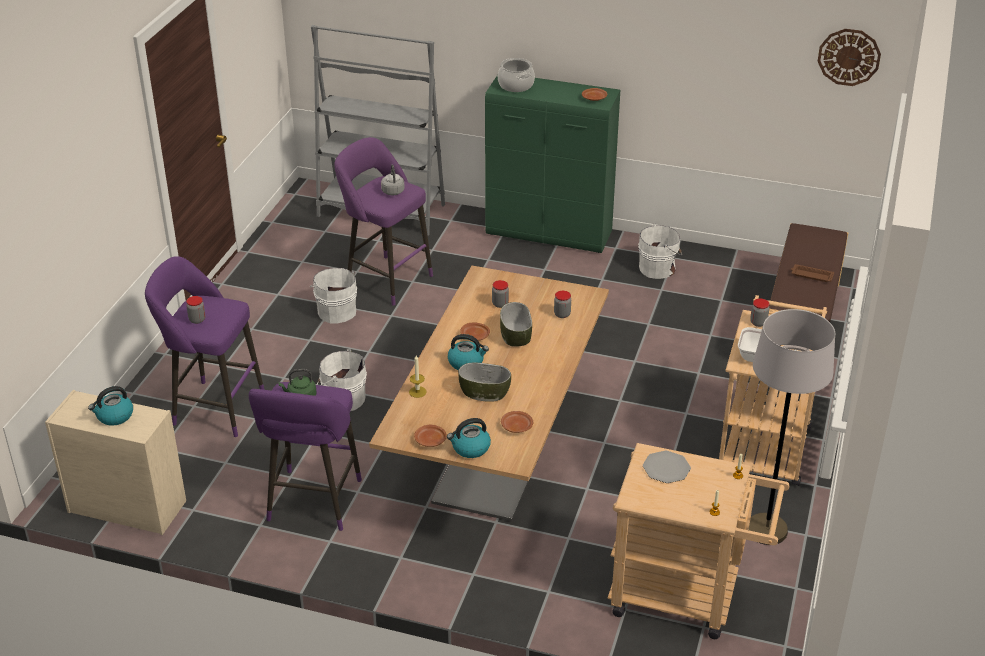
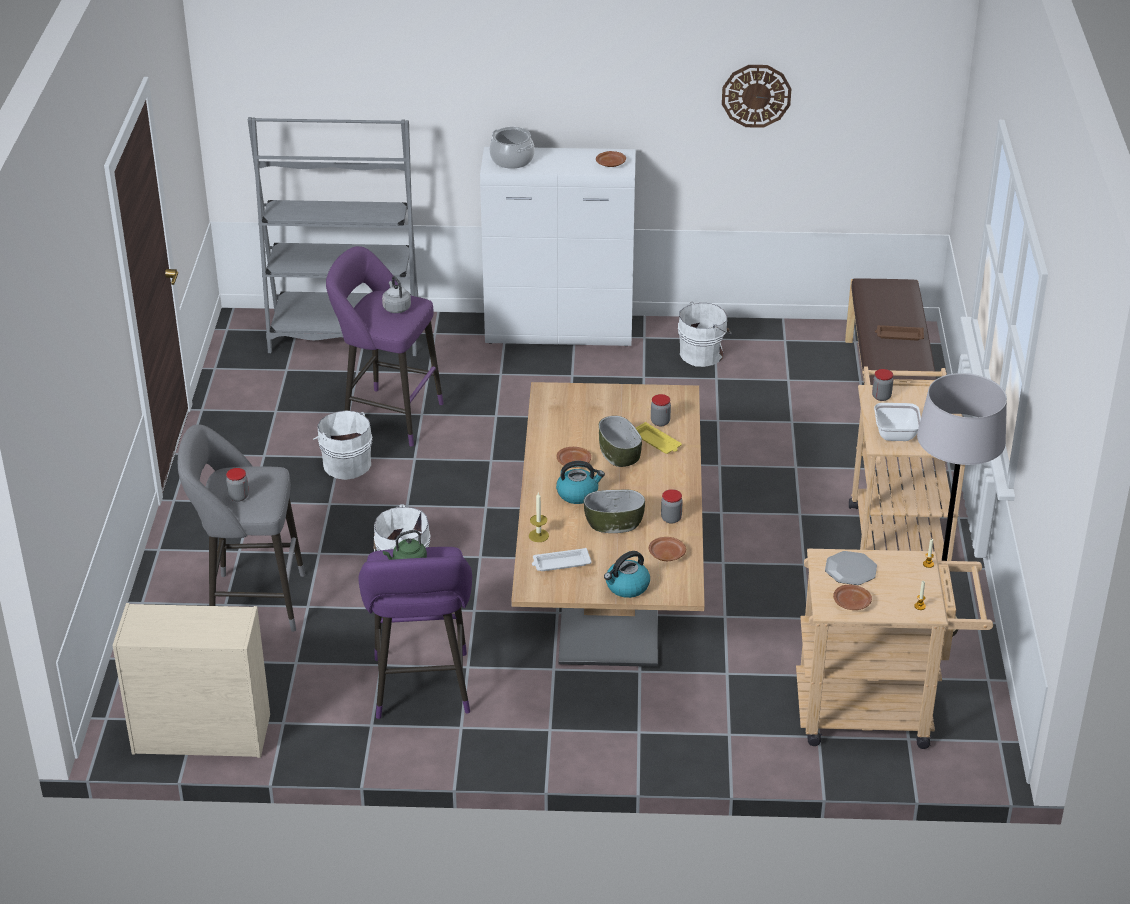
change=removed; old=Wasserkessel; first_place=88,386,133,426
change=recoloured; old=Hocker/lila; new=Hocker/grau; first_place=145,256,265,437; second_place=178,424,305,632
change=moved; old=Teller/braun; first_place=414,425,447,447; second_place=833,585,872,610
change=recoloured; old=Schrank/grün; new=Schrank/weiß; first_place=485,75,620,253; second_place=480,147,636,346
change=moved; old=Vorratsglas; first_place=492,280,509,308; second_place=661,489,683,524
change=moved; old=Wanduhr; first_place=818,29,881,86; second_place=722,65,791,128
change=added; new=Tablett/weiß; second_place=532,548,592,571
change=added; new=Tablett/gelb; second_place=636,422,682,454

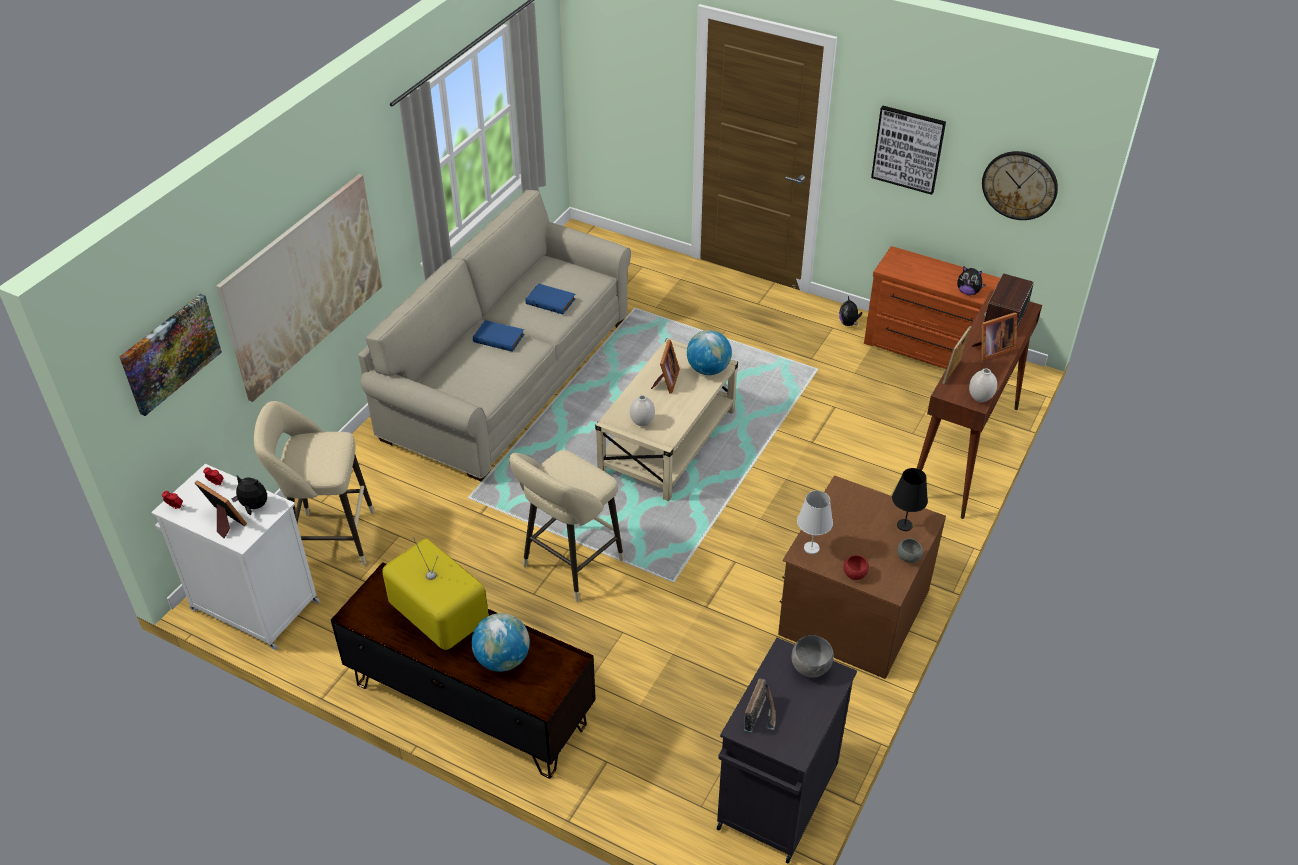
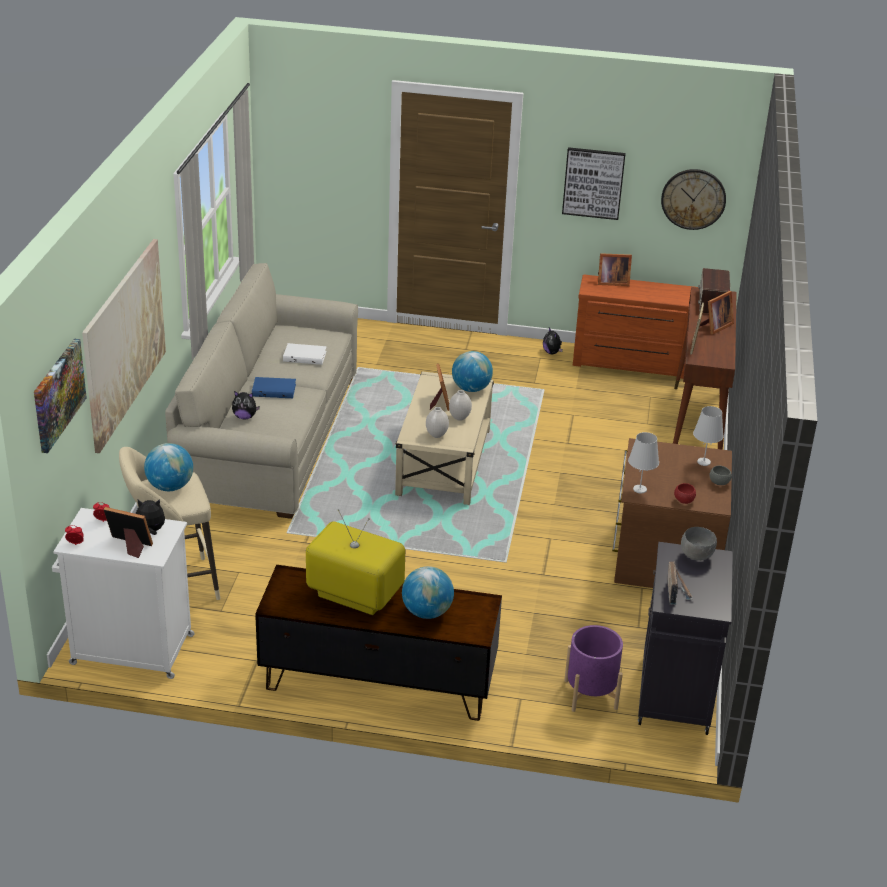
change=removed; old=Hocker/beige; first_place=509,450,624,602
change=recoloured; old=Buch/blau; new=Buch/weiß; first_place=525,283,576,314; second_place=283,343,327,365
change=recoloured; old=Tischlampe/schwarz; new=Tischlampe/weiß; first_place=892,468,928,531; second_place=693,406,724,466
change=moved; old=Plüschtier; first_place=957,266,986,295; second_place=232,391,260,420
change=moved; old=Vase/weiß; first_place=969,368,997,402; second_place=449,390,472,421
change=added; new=Globus; second_place=144,443,193,491
change=added; new=Pflanzkübel/lila; second_place=564,625,623,712
change=added; new=Bilderrahmen; second_place=598,253,632,286

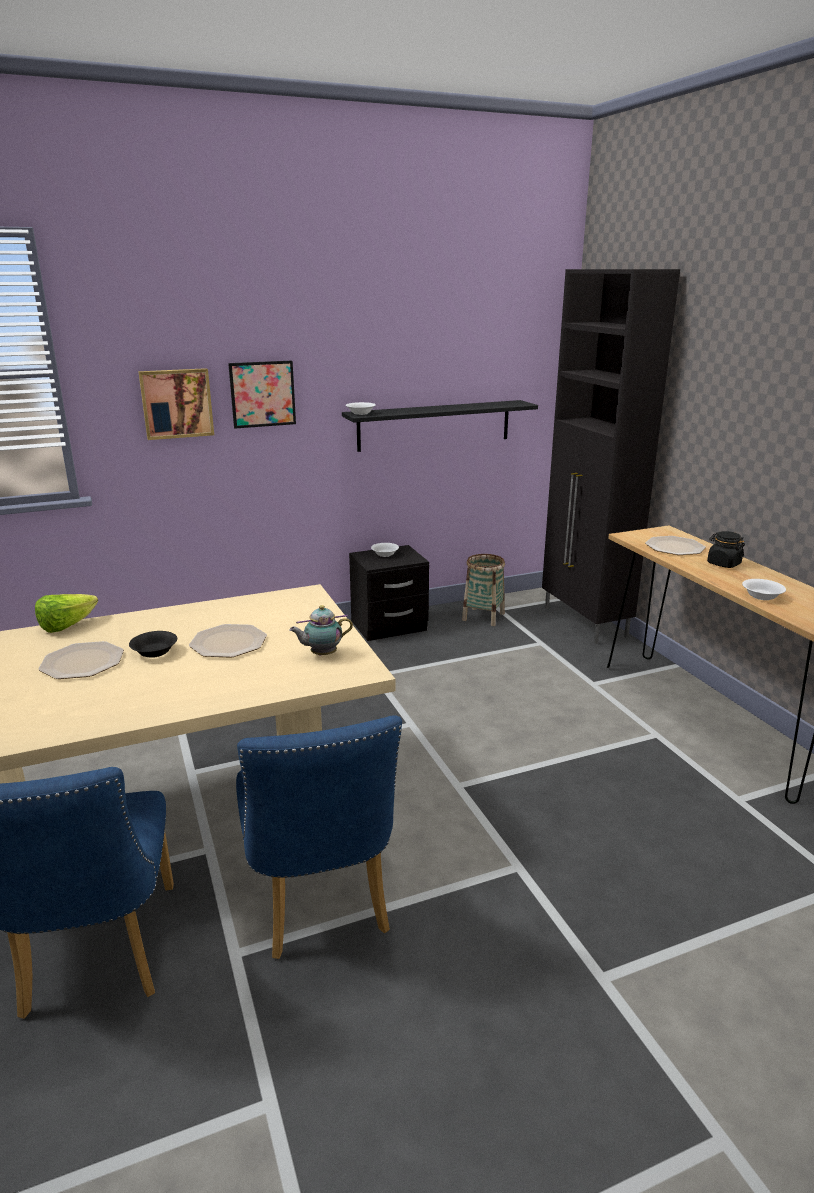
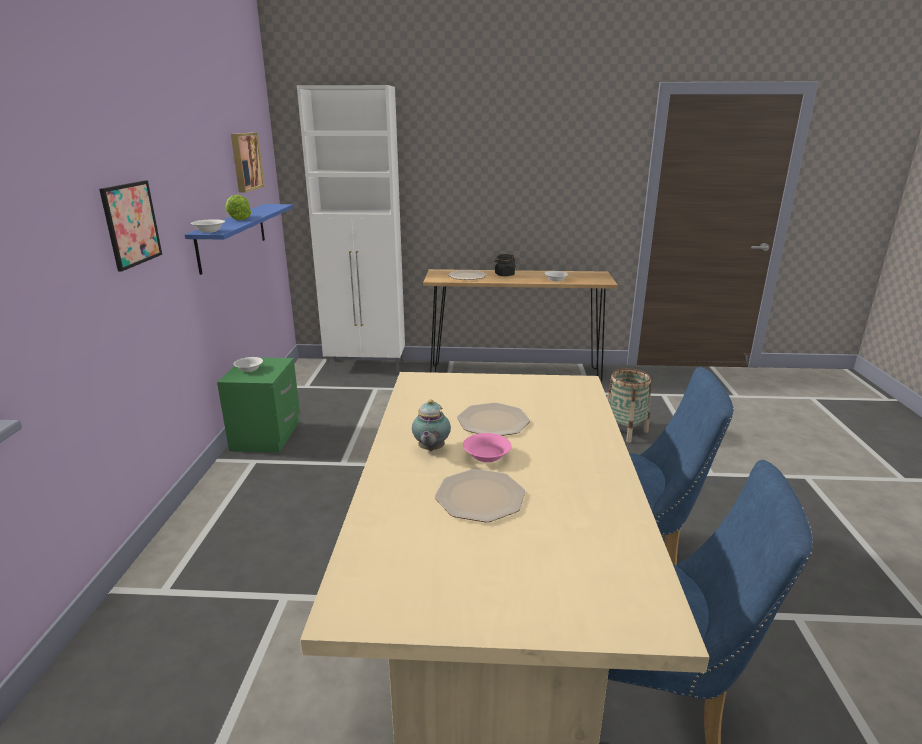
change=moved; old=Salatkopf; first_place=35,594,98,633; second_place=225,195,251,220
change=recoloured; old=Schüssel/schwarz; new=Schüssel/rosa; first_place=129,631,177,658; second_place=463,433,511,462
change=moved; old=Bild; first_place=138,368,214,440; second_place=231,133,265,193
change=moved; old=Teekanne; first_place=289,605,353,656; second_place=412,400,451,451
change=recoloured; old=Wandregal/schwarz; new=Wandregal/blau; first_place=342,400,538,452; second_place=185,204,294,275
change=recoloured; old=Nachttisch/schwarz; new=Nachttisch/grün; first_place=349,545,429,641; second_place=217,357,300,453
change=moved; old=Korb; first_place=462,554,505,626; second_place=607,369,651,443
change=recoloured; old=Schrank/schwarz; new=Schrank/weiß; first_place=542,269,680,644; second_place=297,85,405,373

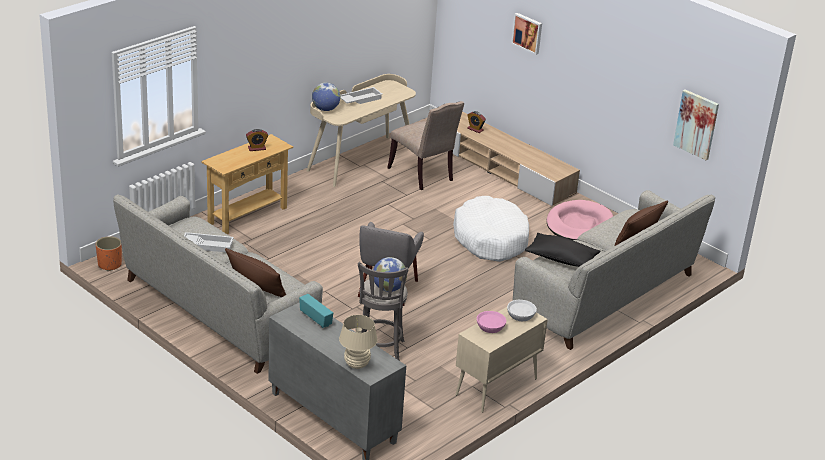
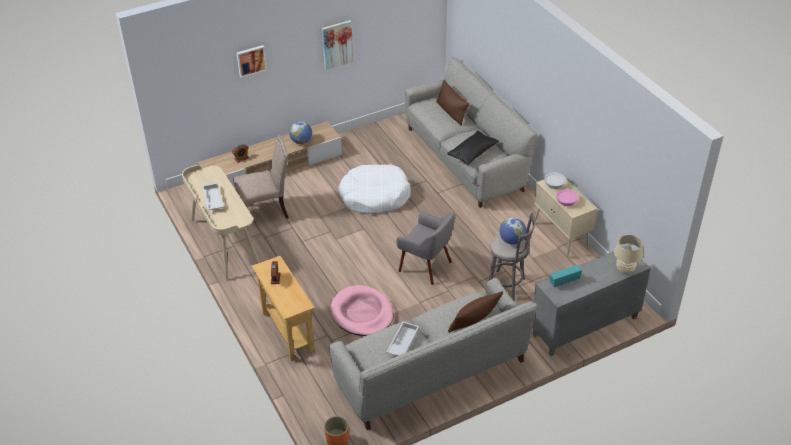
change=moved; old=Globus; first_place=312,83,341,111; second_place=289,121,312,144
change=moved; old=Hundebett/rosa; first_place=547,200,613,240; second_place=331,285,394,336
change=moved; old=Bild; first_place=673,90,719,160; second_place=322,20,353,70

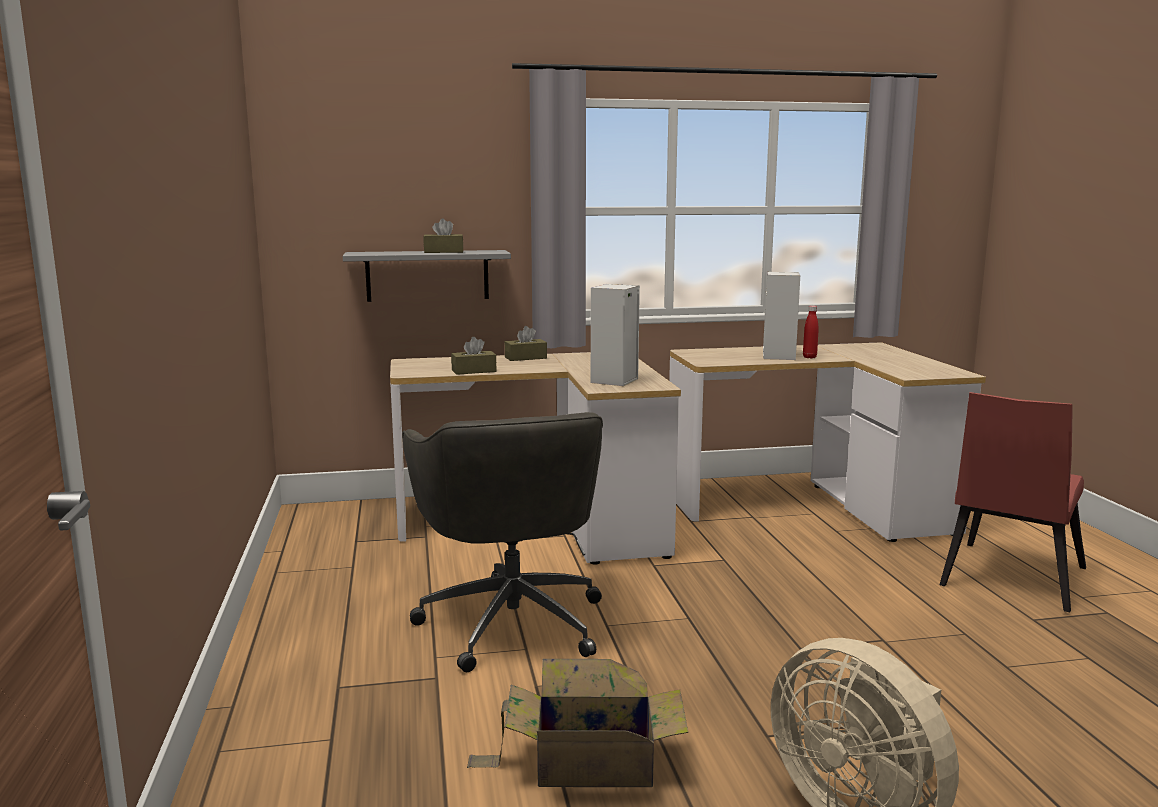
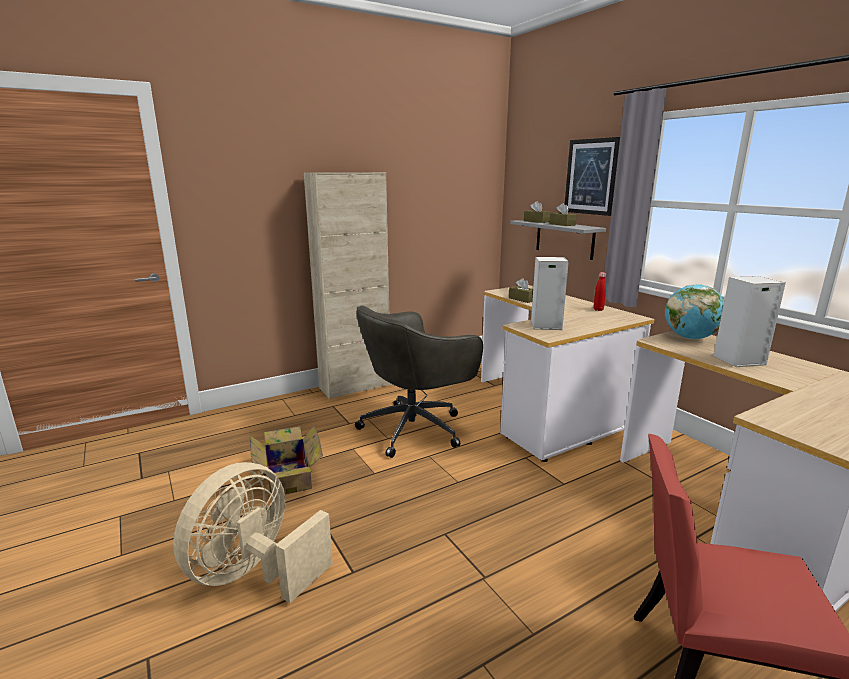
change=moved; old=Taschentuchbox/braun; first_place=505,326,547,361; second_place=524,201,550,223
change=moved; old=Flasche/rot; first_place=803,305,819,358; second_place=594,272,606,311
change=added; new=Schrank/beige; second_place=304,172,391,399
change=added; new=Bild; second_place=565,137,620,216
change=added; new=Globus; second_place=665,284,724,339

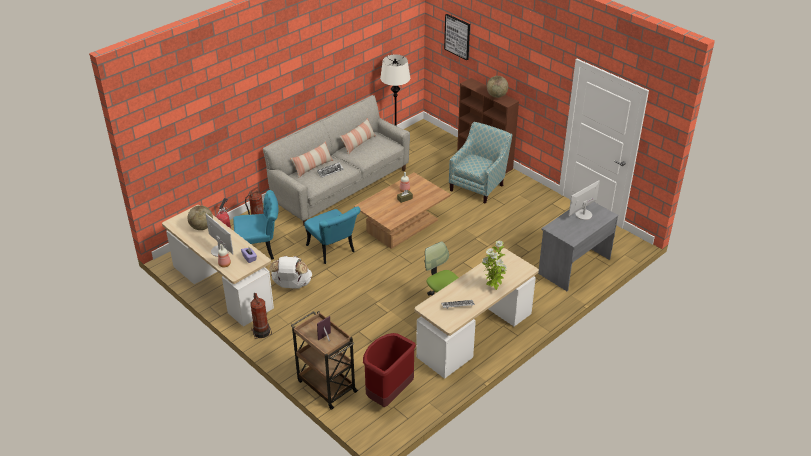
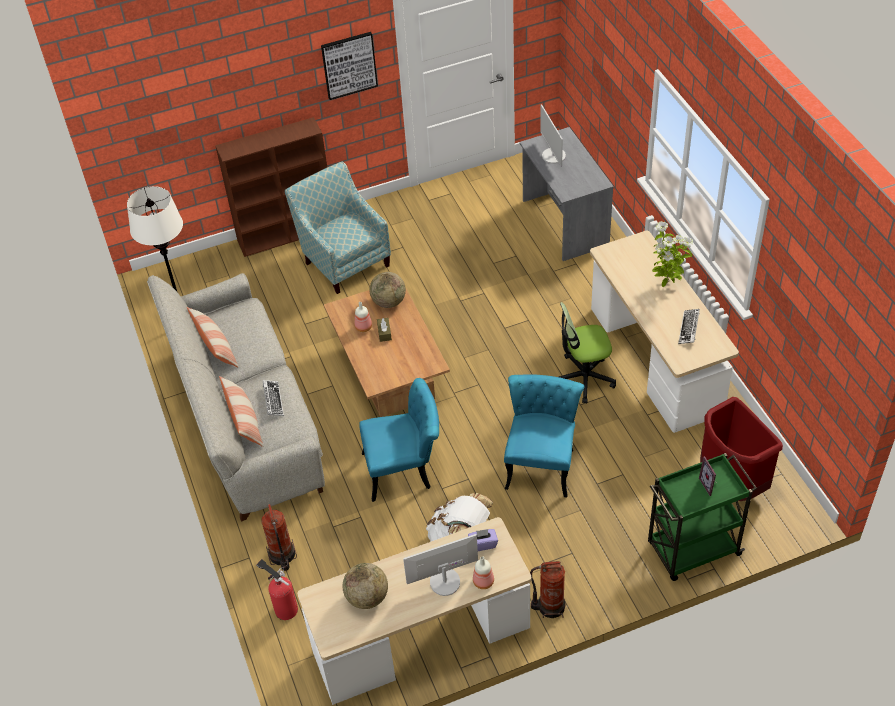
change=moved; old=Stuhl/türkis; first_place=233,190,279,260; second_place=504,375,584,497
change=recoloured; old=Rollwagen/braun; new=Rollwagen/grün; first_place=291,311,358,410; second_place=648,453,757,581
change=moved; old=Bild; first_place=444,14,470,60; second_place=321,32,378,100
change=moved; old=Globus; first_place=487,76,508,98; second_place=369,272,406,308

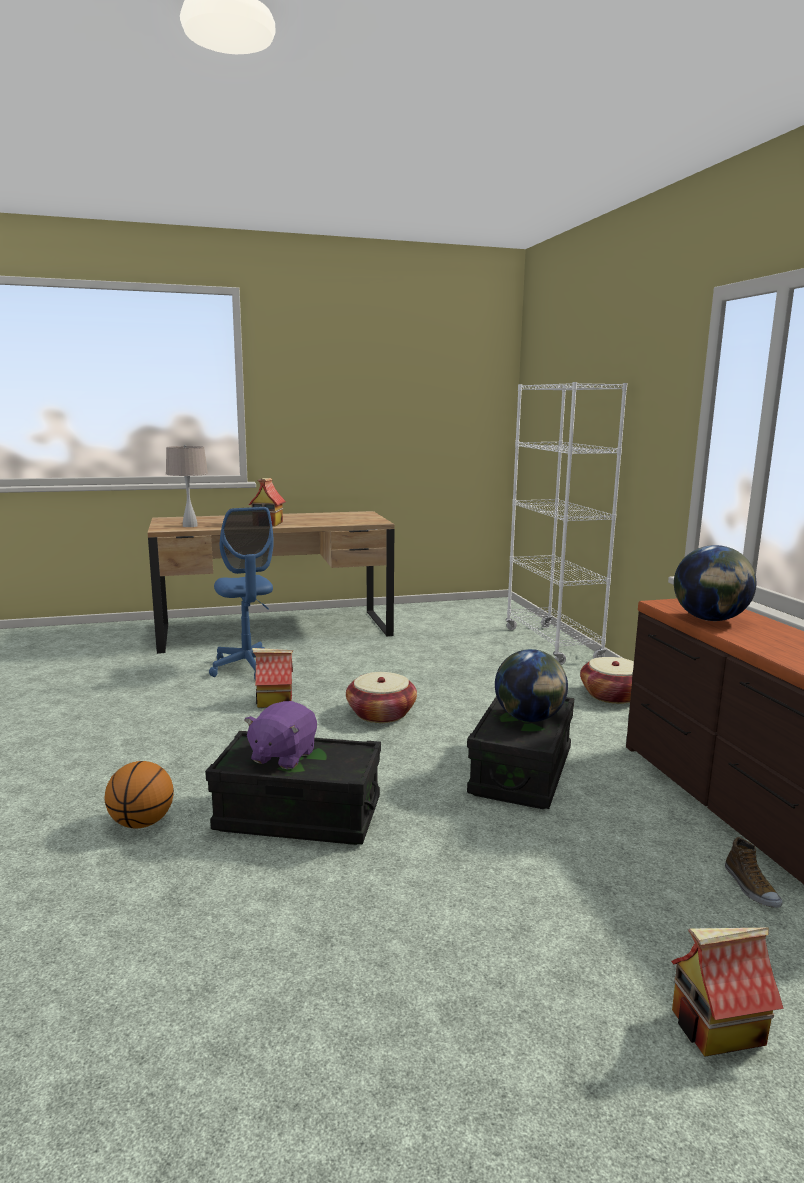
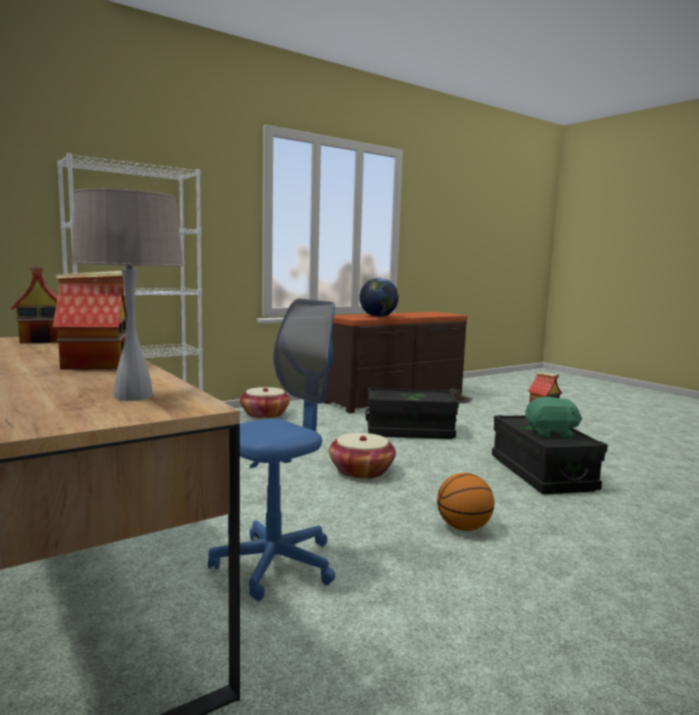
change=moved; old=Basketball; first_place=105,761,174,828; second_place=437,473,494,531
change=recoloured; old=Plüschtier/lila; new=Plüschtier/grün; first_place=244,701,317,769; second_place=525,397,582,438
change=moved; old=Spielzeughaus; first_place=252,648,293,708; second_place=11,265,58,343
change=removed; old=Globus; first_place=495,649,568,722

